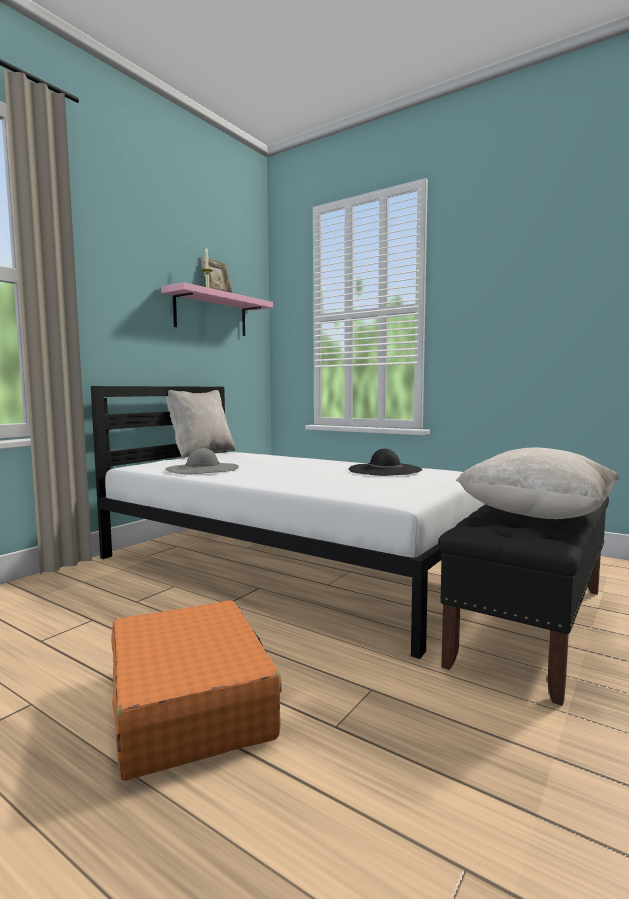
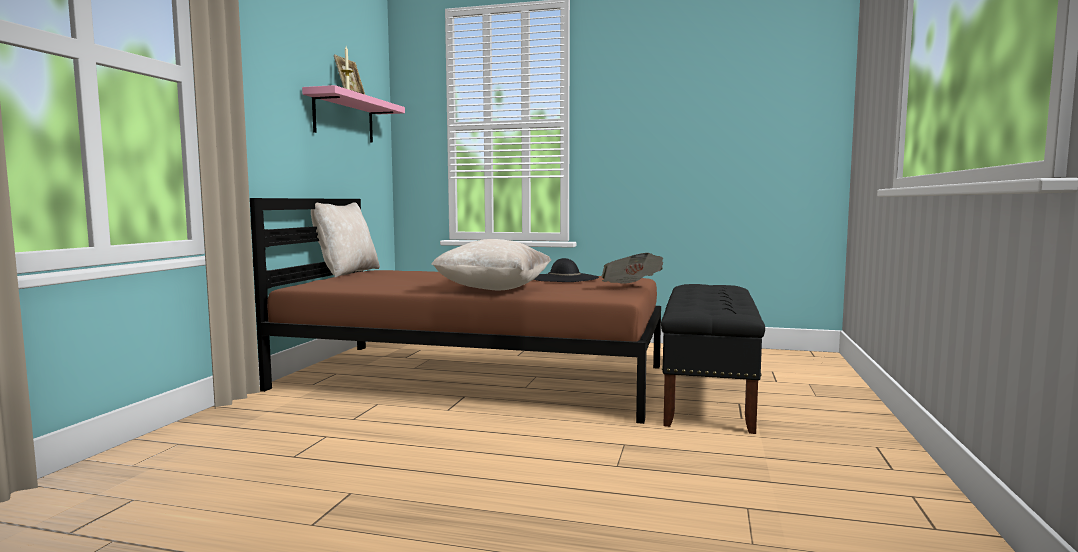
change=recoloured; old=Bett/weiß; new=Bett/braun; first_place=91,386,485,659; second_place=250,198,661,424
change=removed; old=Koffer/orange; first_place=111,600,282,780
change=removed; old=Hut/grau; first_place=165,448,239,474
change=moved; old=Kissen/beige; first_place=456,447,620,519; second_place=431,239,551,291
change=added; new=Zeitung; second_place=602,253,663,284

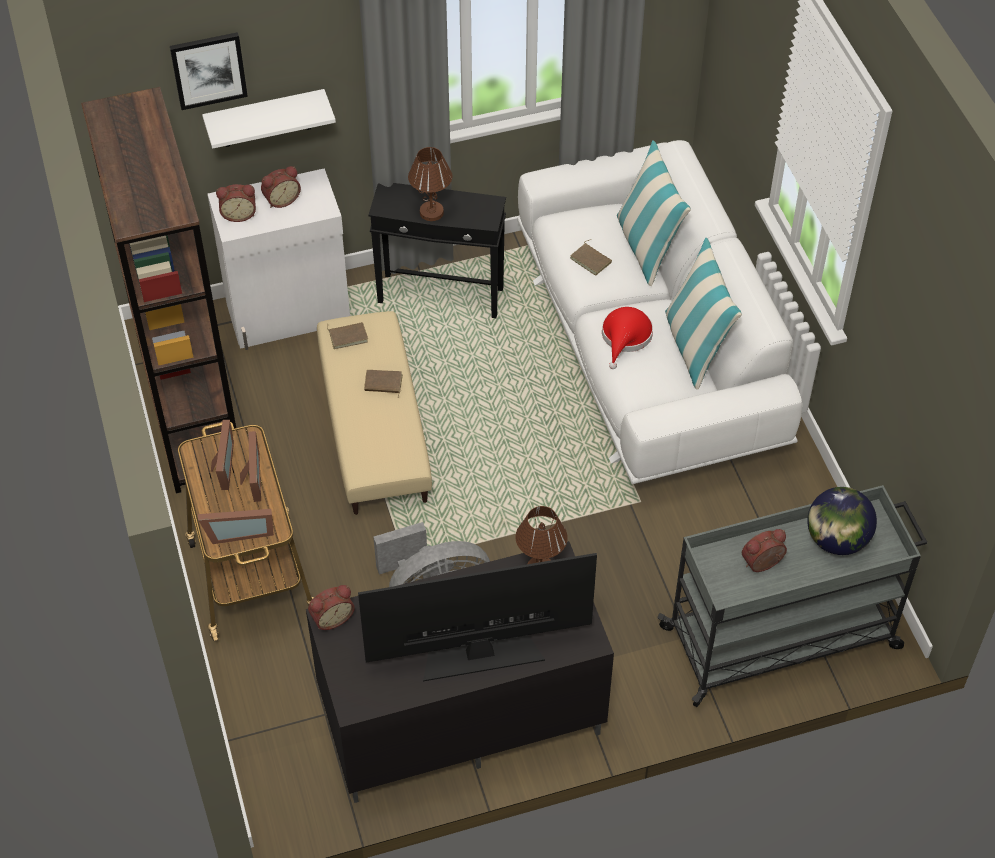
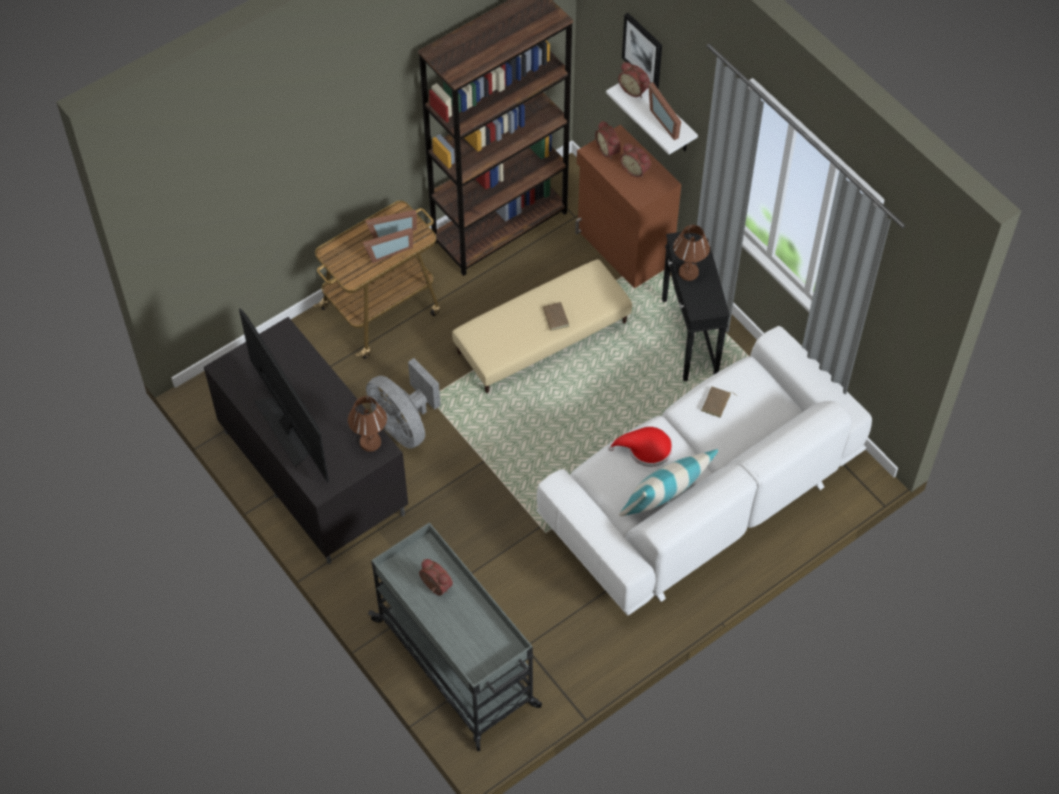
change=moved; old=Bilderrahmen; first_place=198,509,274,544; second_place=648,82,681,140
change=recoloured; old=Schrank/weiß; new=Schrank/braun; first_place=207,168,350,350; second_place=575,124,681,289
change=moved; old=Wecker; first_place=308,585,355,630; second_place=618,62,650,98
change=removed; old=Buch/braun; first_place=327,322,368,349
change=removed; old=Kissen; first_place=617,140,691,286
change=removed; old=Globus; first_place=807,487,877,555

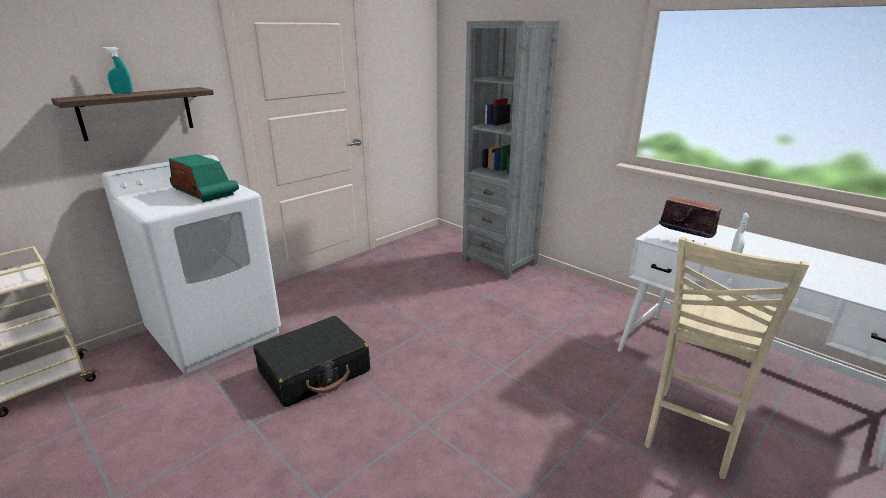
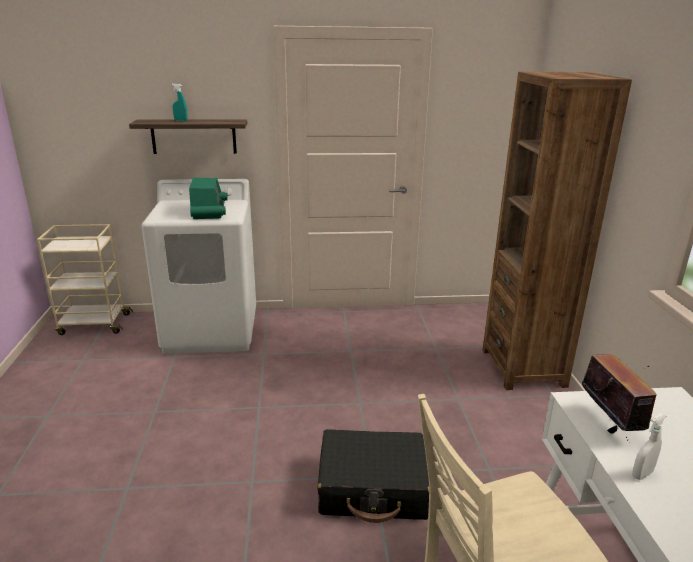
change=moved; old=Koffer/schwarz; first_place=253,316,370,407; second_place=317,429,429,523
change=recoloured; old=Bücherregal/grau; new=Bücherregal/braun; first_place=463,20,559,279; second_place=483,72,632,390

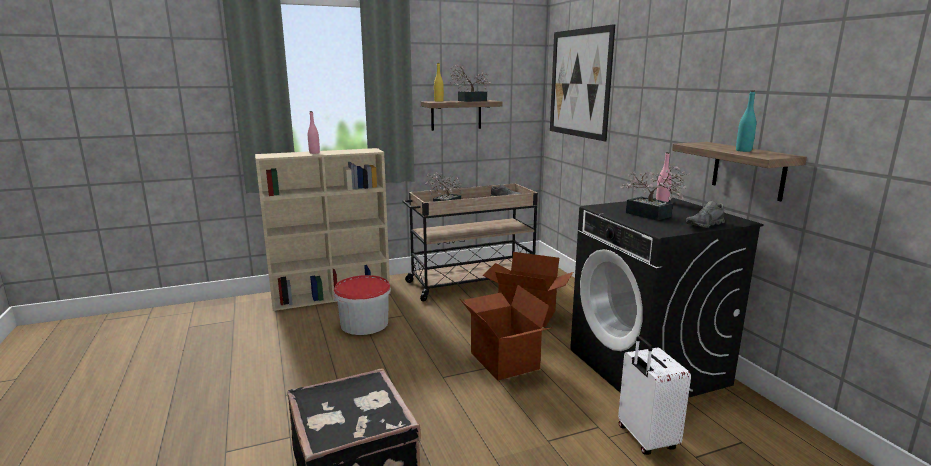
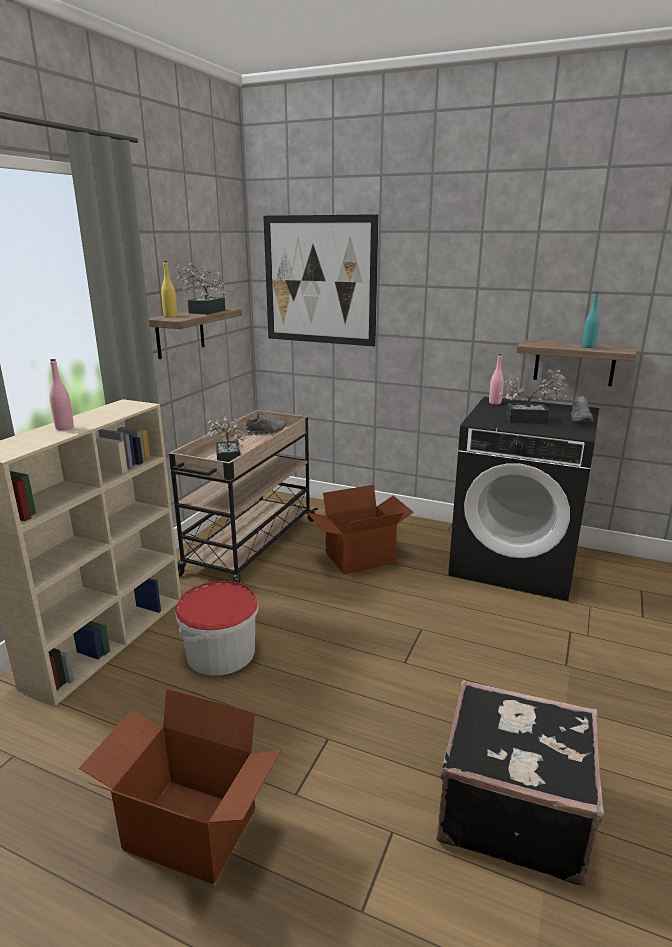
change=moved; old=Karton; first_place=460,285,551,381; second_place=79,689,281,885
change=removed; old=Koffer/weiß; first_place=618,336,691,455

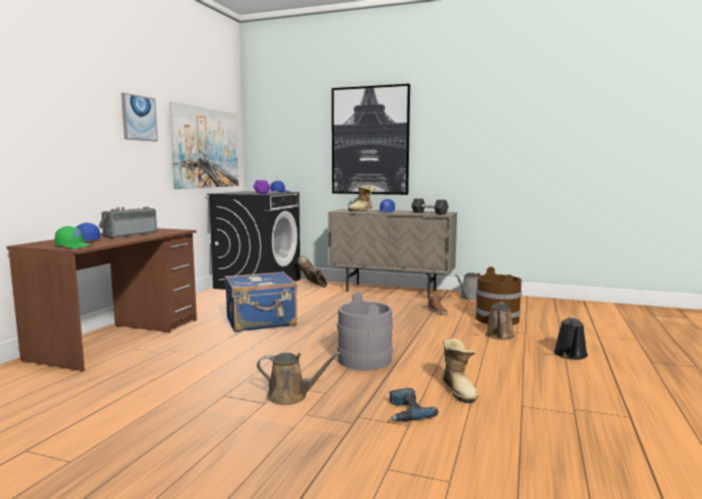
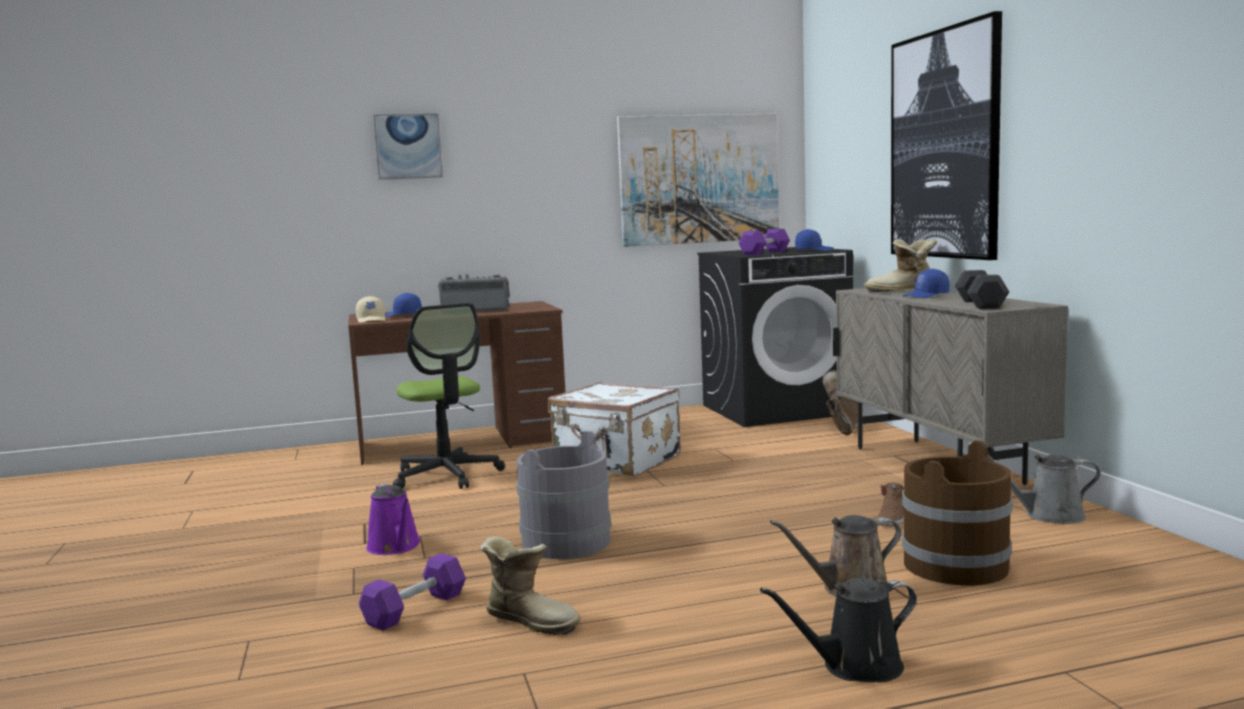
change=recoloured; old=Kappe/grün; new=Kappe/beige; first_place=55,226,93,249; second_place=356,296,386,323
change=moved; old=Bild; first_place=121,93,158,142; second_place=373,114,443,180
change=recoloured; old=Koffer/blau; new=Koffer/weiß; first_place=224,271,297,332; second_place=547,382,681,477
change=recoloured; old=Gießkanne/braun; new=Gießkanne/lila; first_place=257,352,341,405; second_place=366,483,421,555
change=replaced; old=Bohrmaschine; new=Hantel/lila; first_place=389,388,438,421; second_place=359,553,466,631
change=turned; old=Stiefel; first_place=443,338,479,403; second_place=480,536,581,635; degrees=-105
change=added; new=Bürostuhl; second_place=393,303,505,489

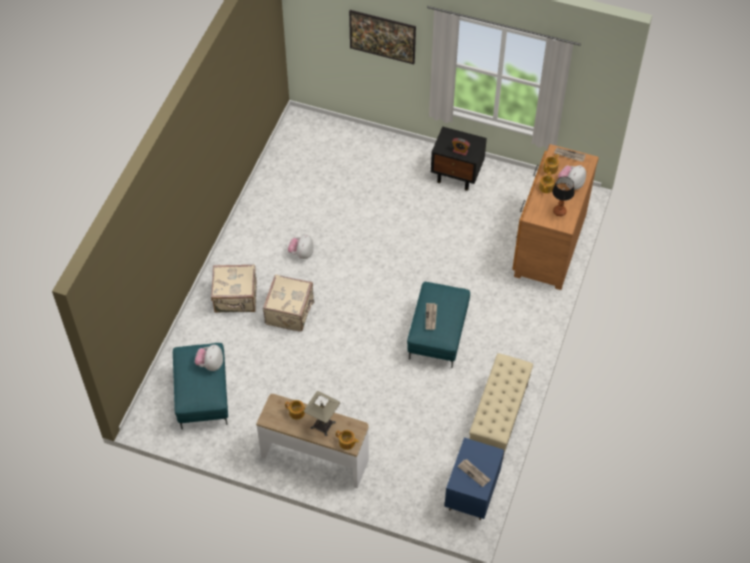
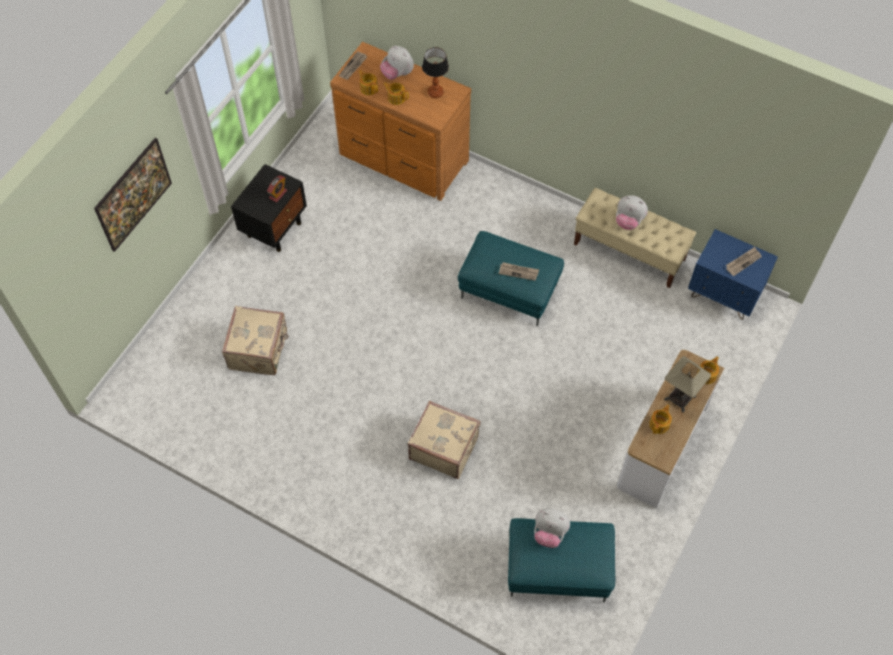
change=moved; old=Koffer/beige; first_place=211,264,257,313; second_place=222,306,288,375
change=moved; old=Plüschtier; first_place=288,235,314,259; second_place=616,195,648,230

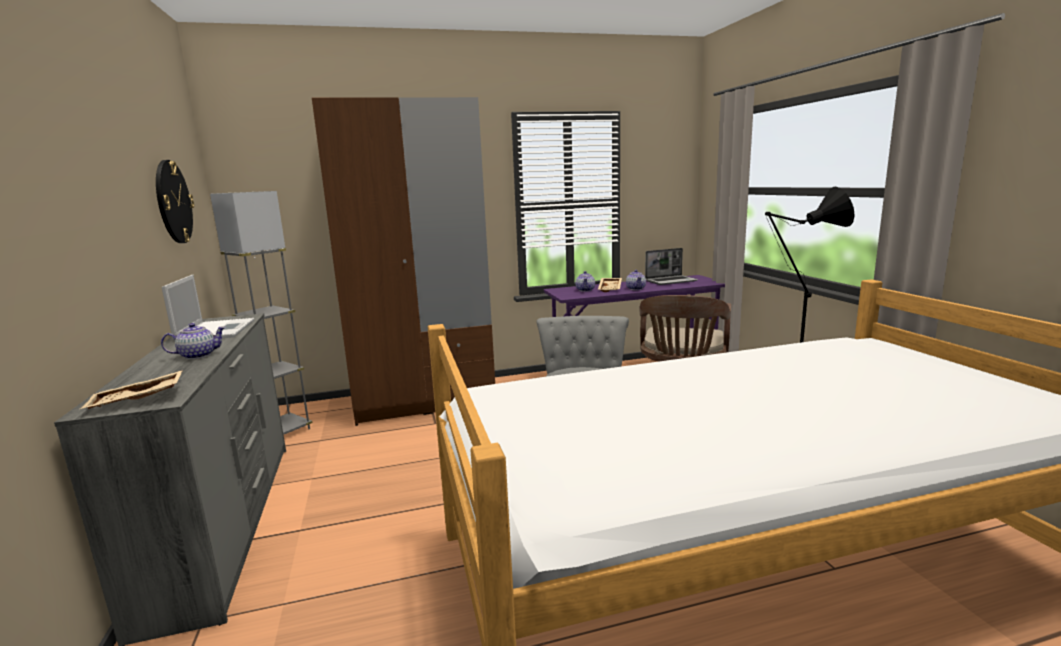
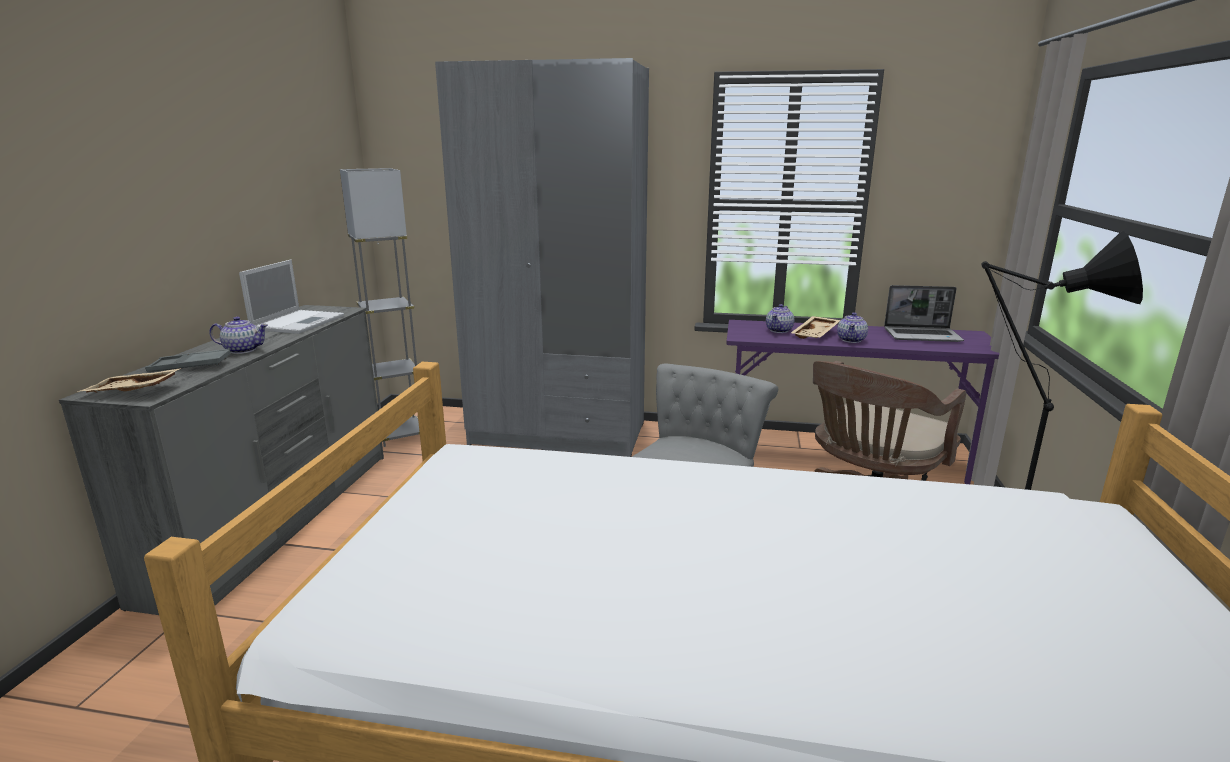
change=removed; old=Wanduhr; first_place=156,160,194,243
change=recoloured; old=Kleiderschrank/braun; new=Kleiderschrank/grau; first_place=312,97,495,426; second_place=435,58,649,457
change=added; new=Tablett/grau; second_place=145,349,231,372

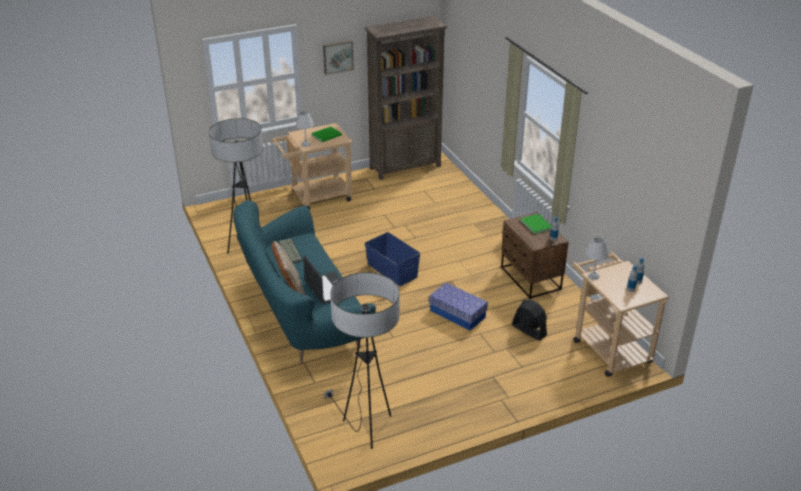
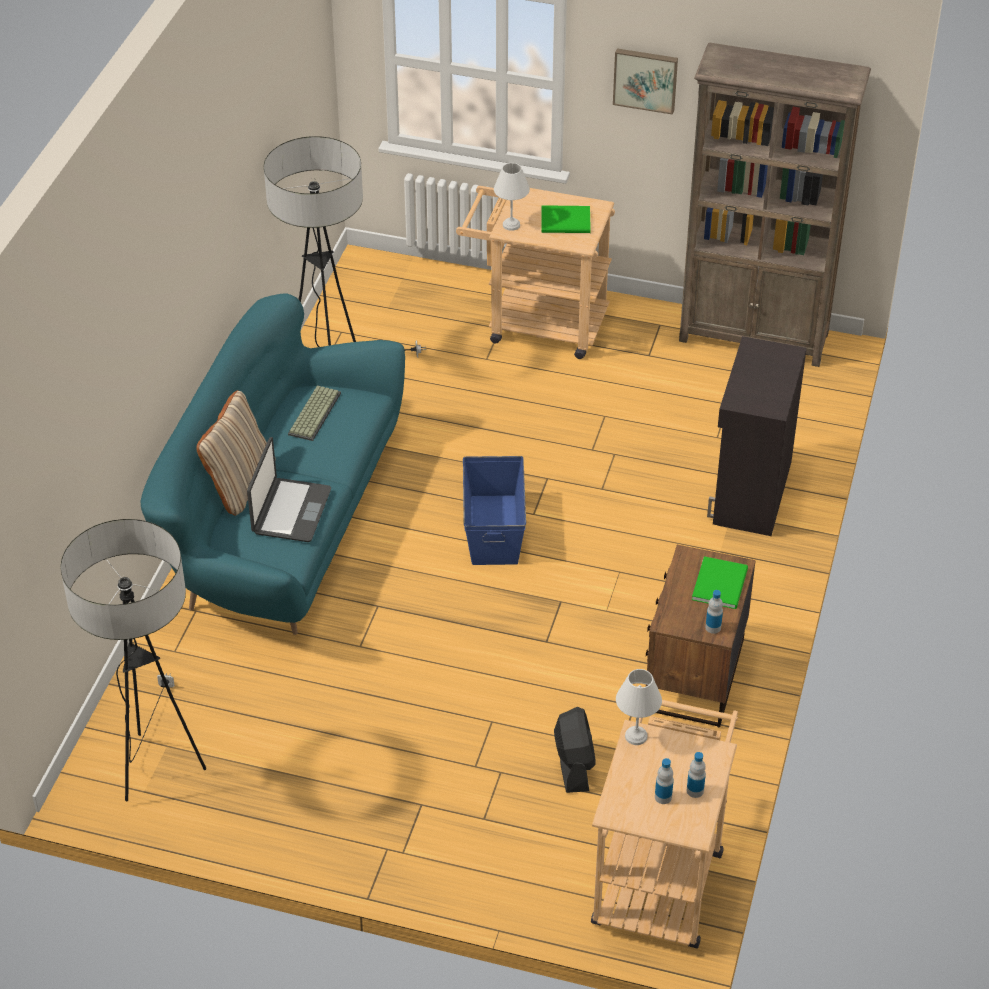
change=removed; old=Aufbewahrungsbox; first_place=429,283,488,331
change=added; new=Schrank/schwarz; second_place=707,336,807,536

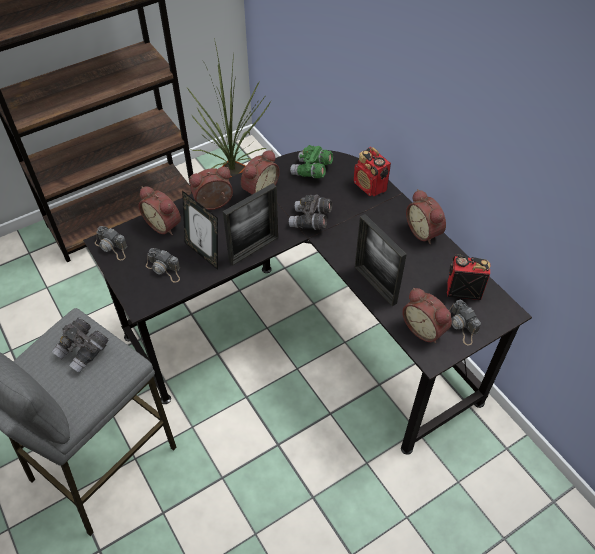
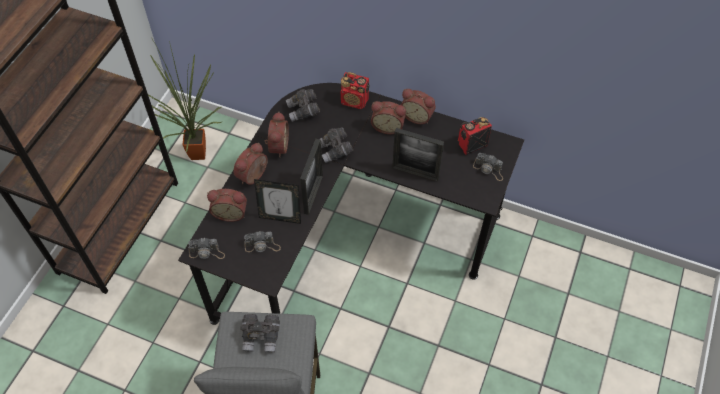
change=recoloured; old=Fernglas/grün; new=Fernglas/grau; first_place=290,145,333,178; second_place=286,89,320,122
change=moved; old=Wecker; first_place=402,288,452,343; second_place=371,101,406,134

